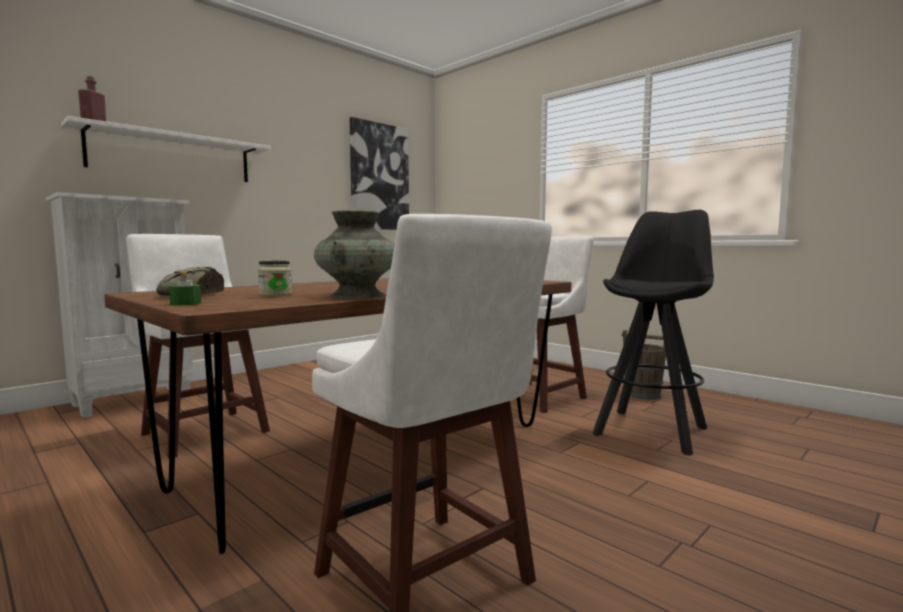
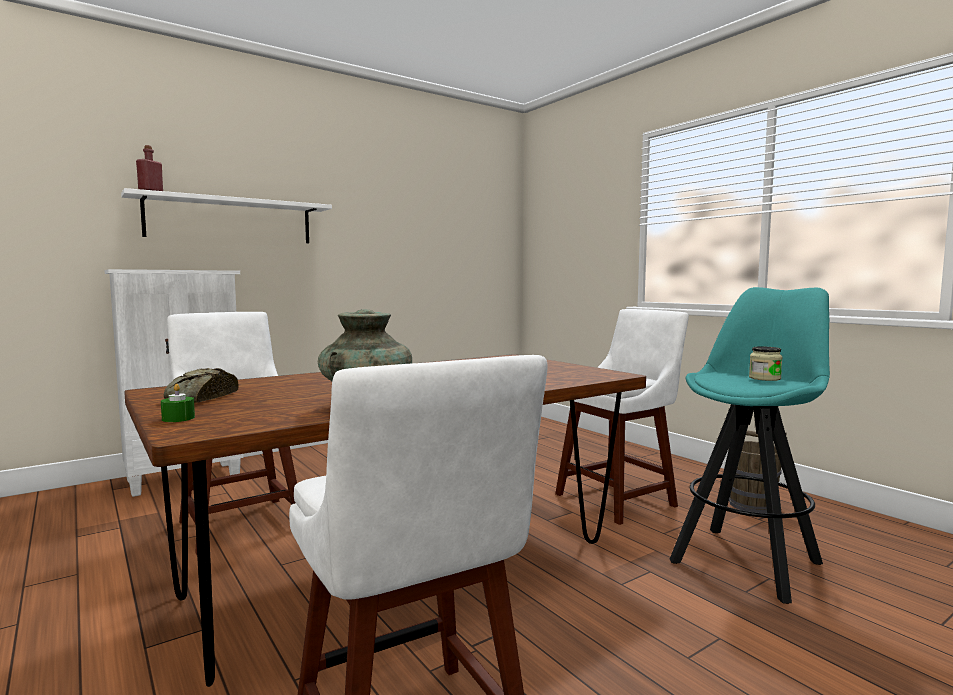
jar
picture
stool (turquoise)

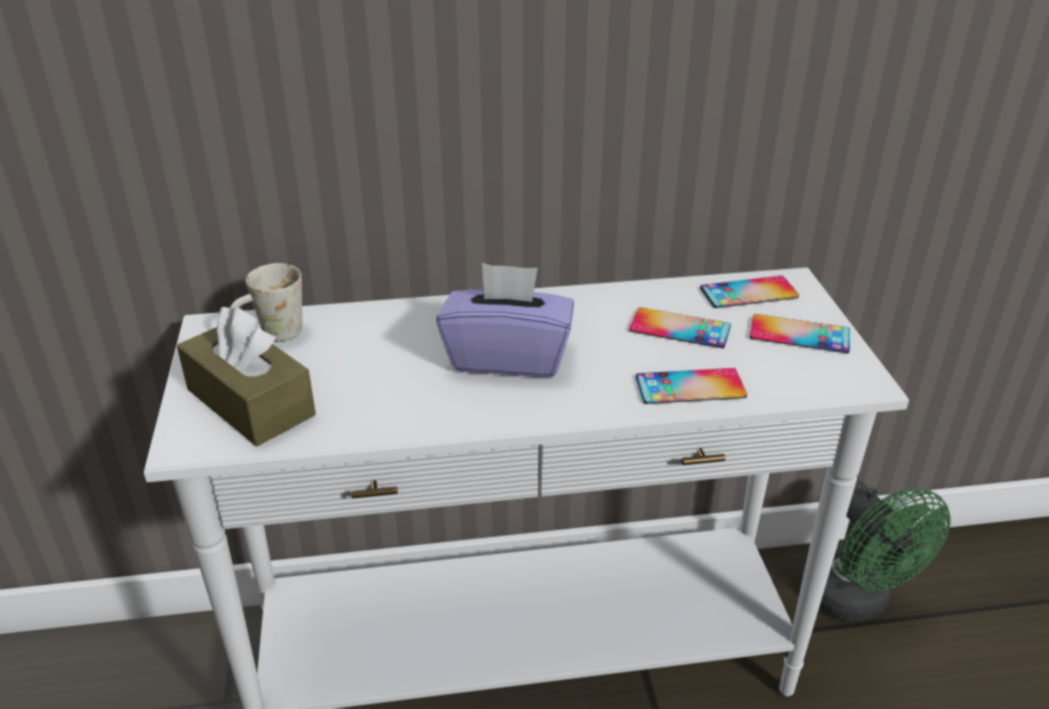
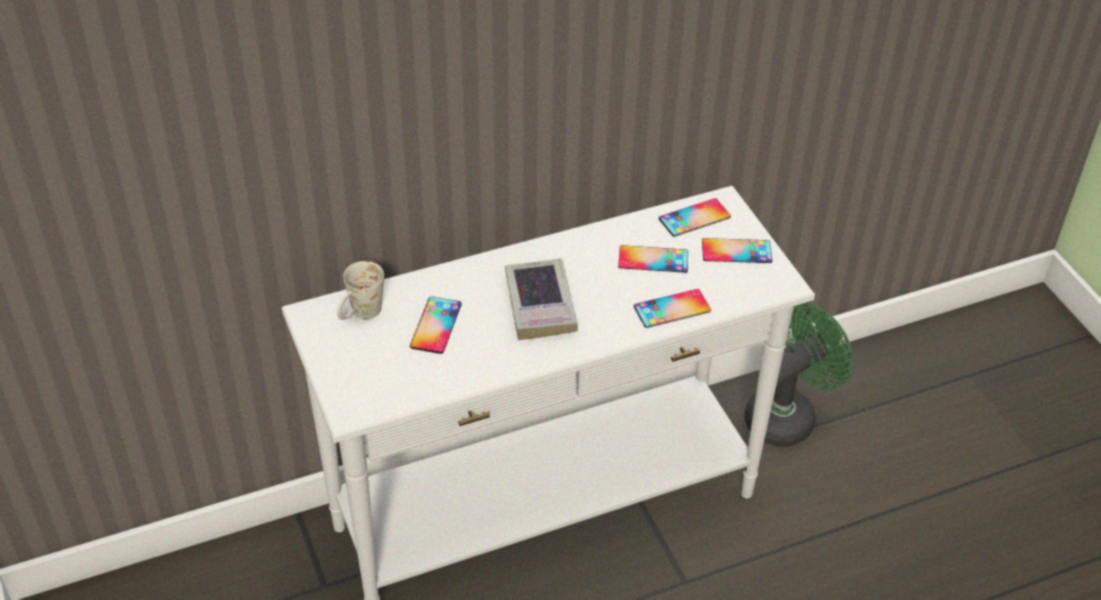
tissue box (brown)
book
fan (green)
phone (no. 1 from left)

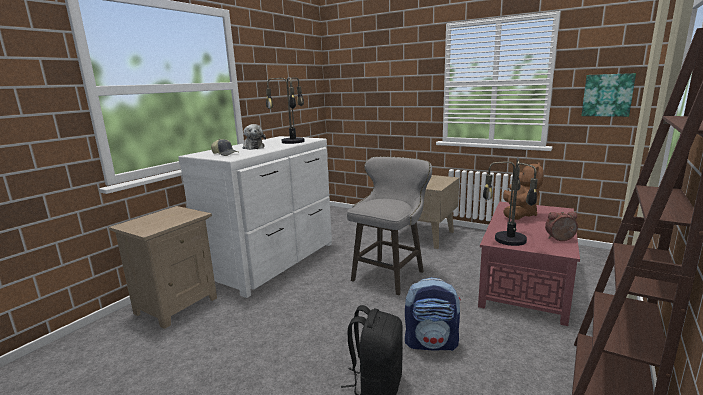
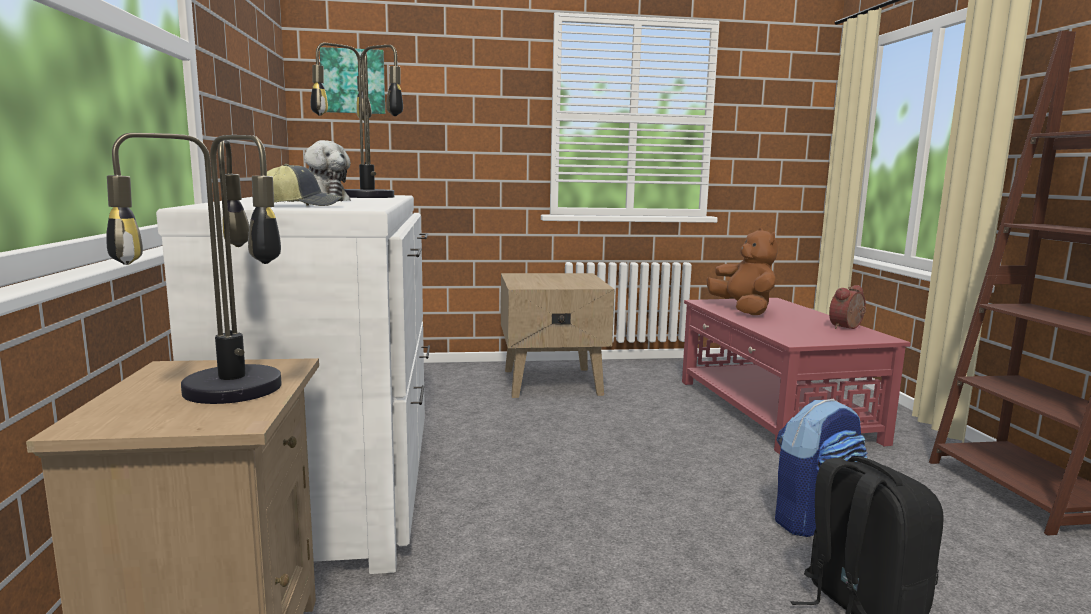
stool (grey)
table lamp (no. 1 from left)
picture

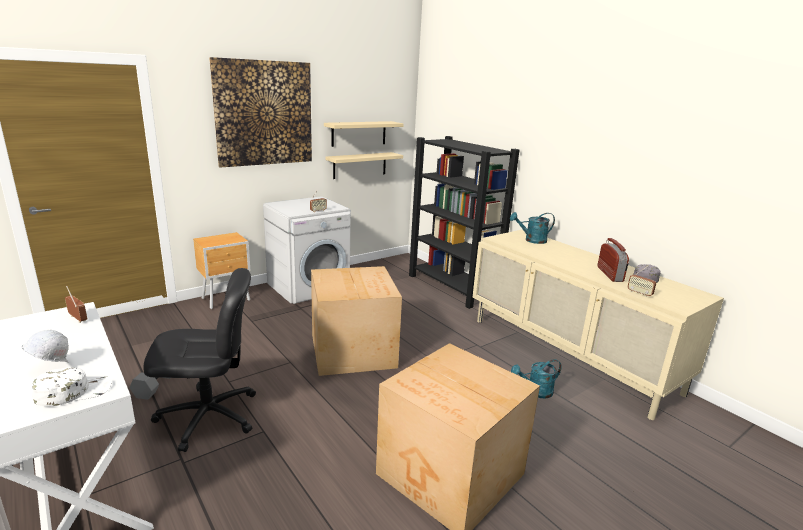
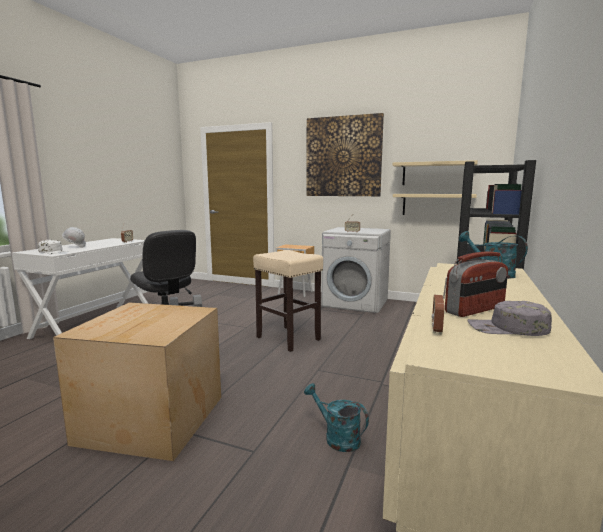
stool (beige)

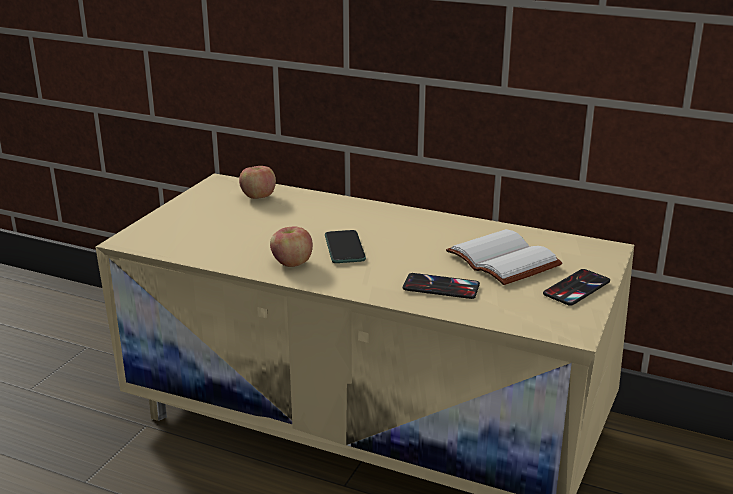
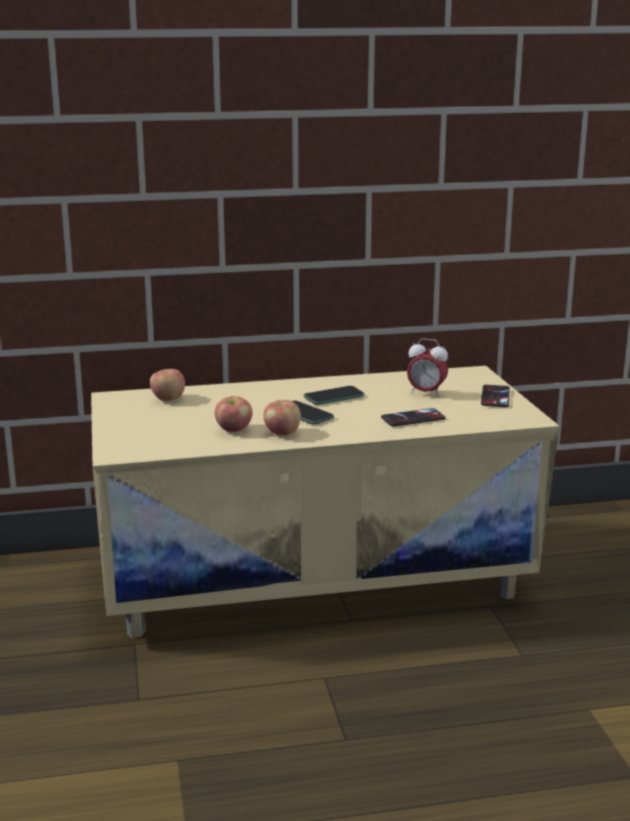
alarm clock
apple (no. 2 from left)
phone (no. 2 from left)

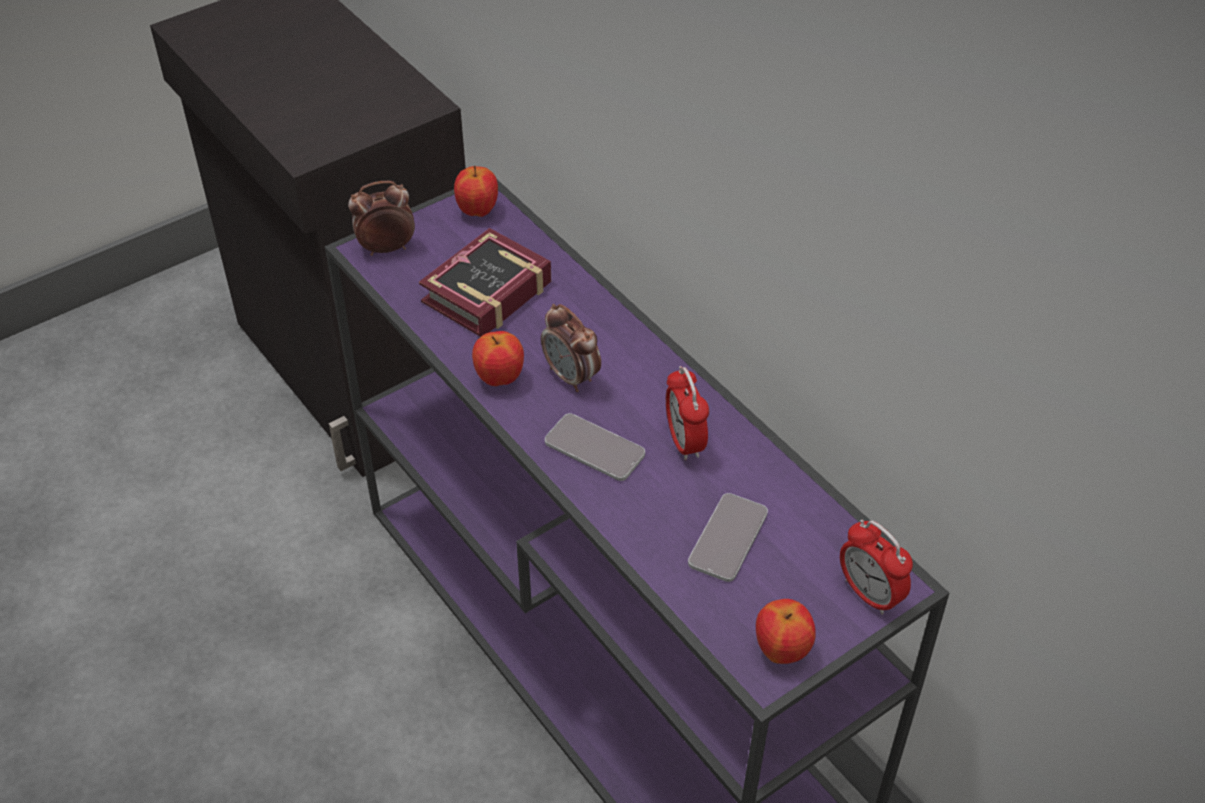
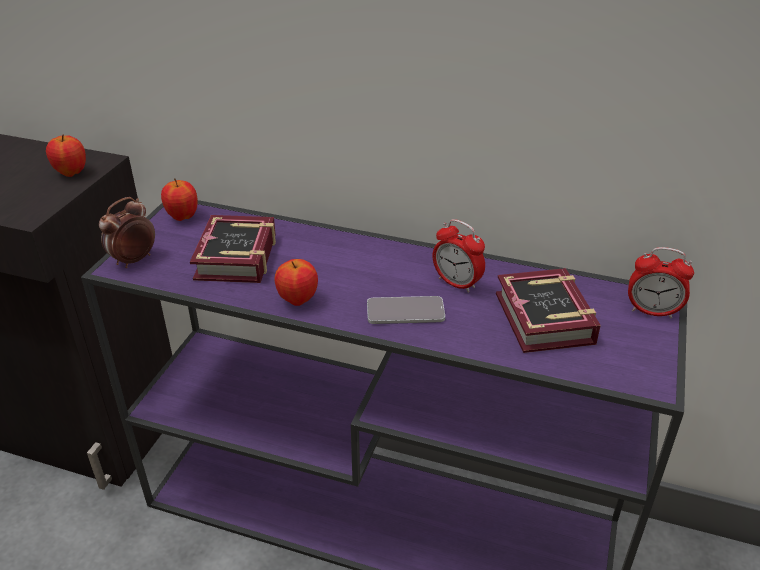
alarm clock (no. 2 from left in the first image)
book (no. 2 from left)
apple (no. 1 from left)

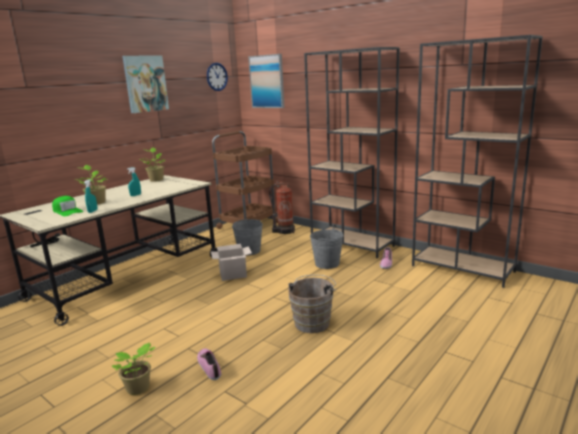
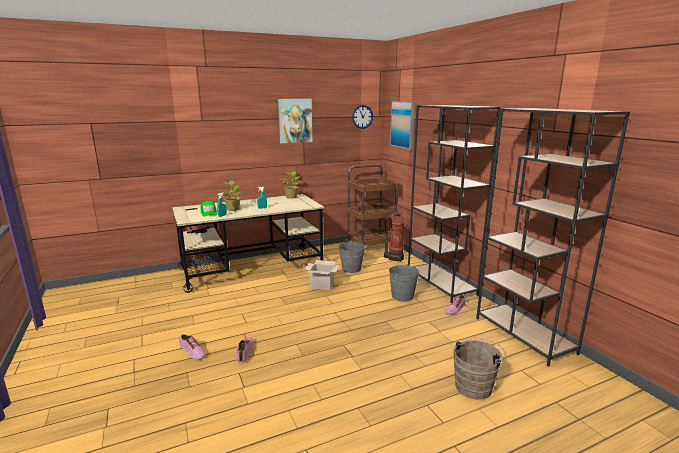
shoe (no. 1 from left)
bucket (brown)

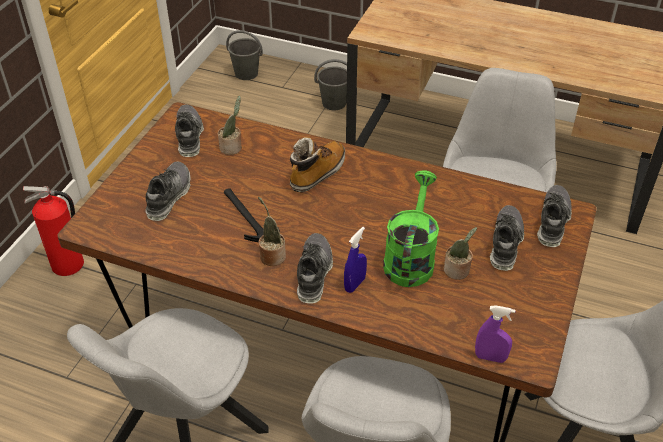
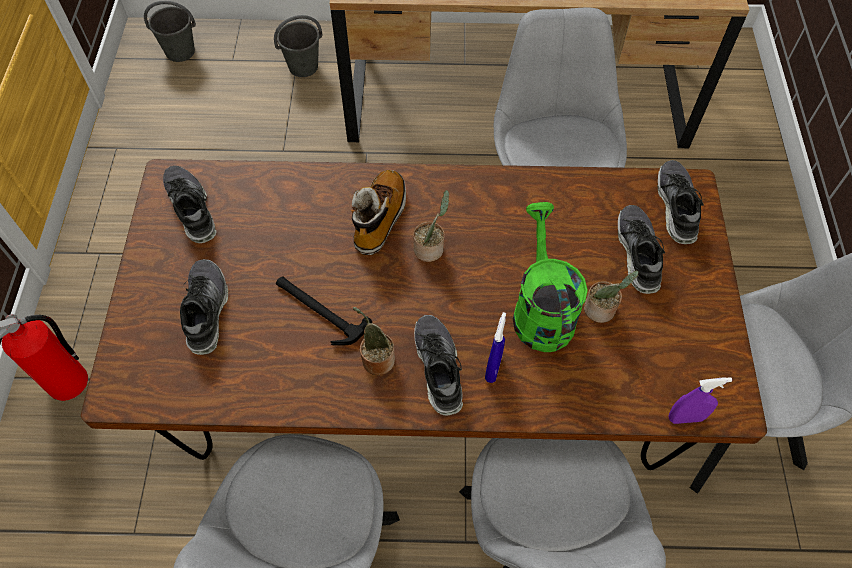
potted plant (no. 2 from left)

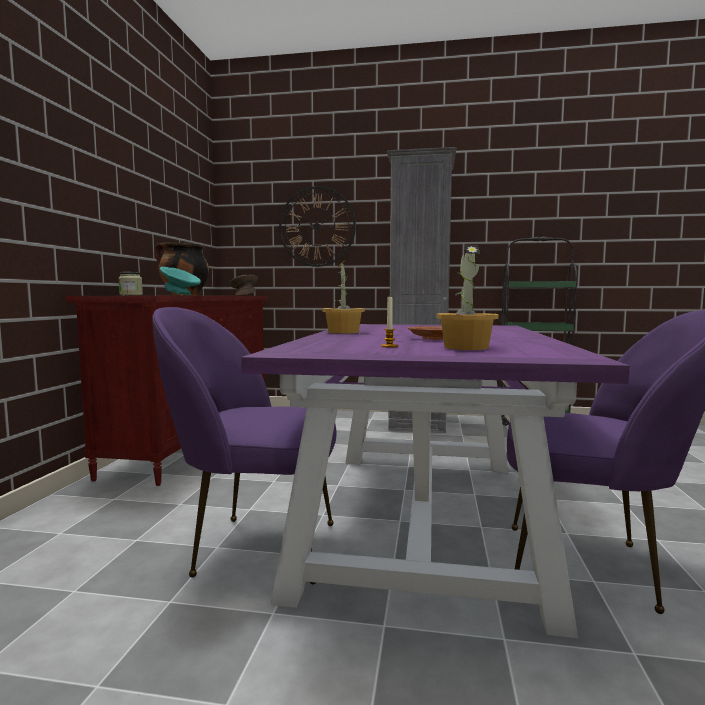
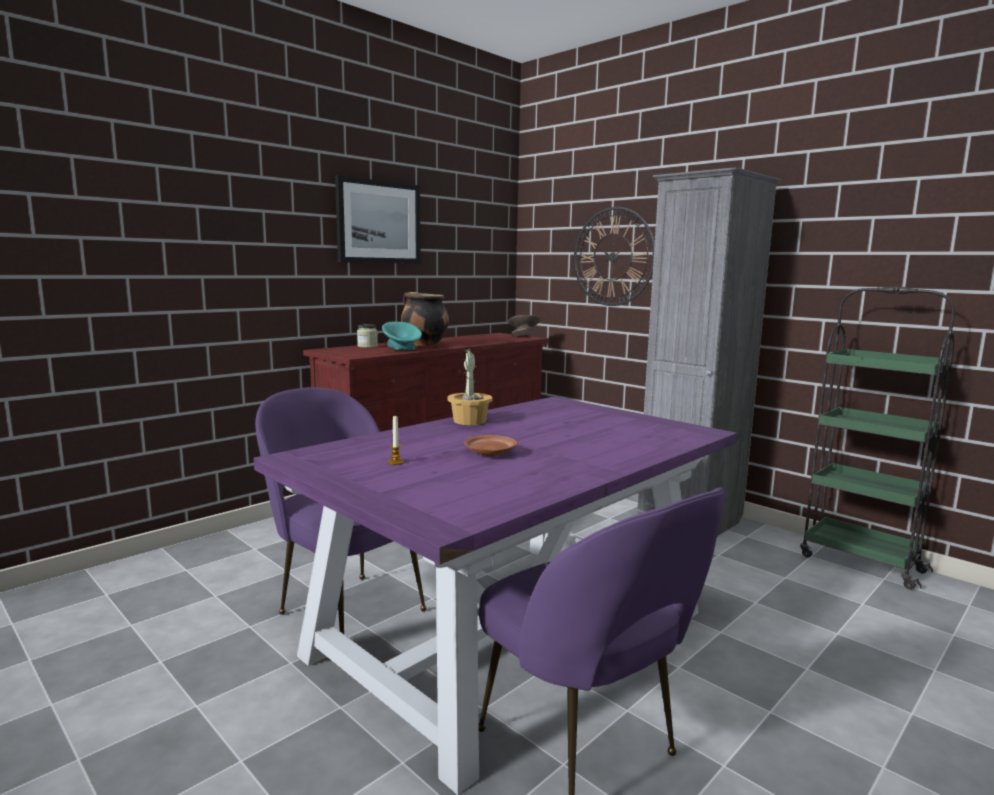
potted plant (no. 2 from left in the first image)
picture

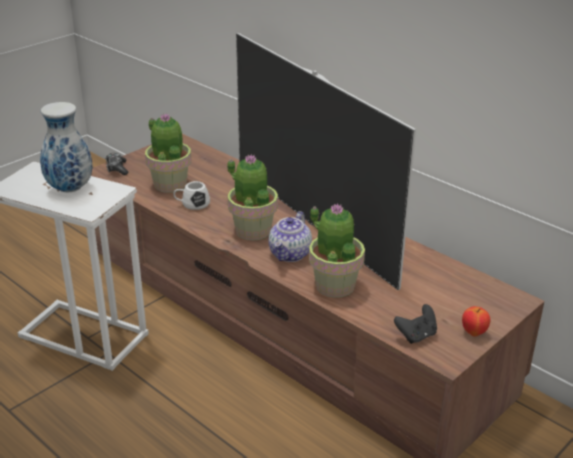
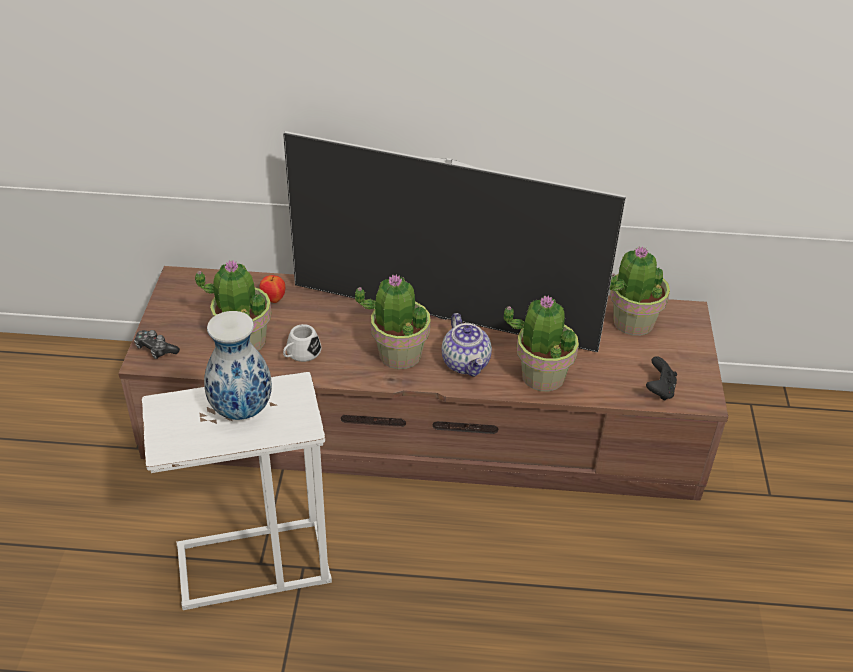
apple
potted plant (no. 4 from left)

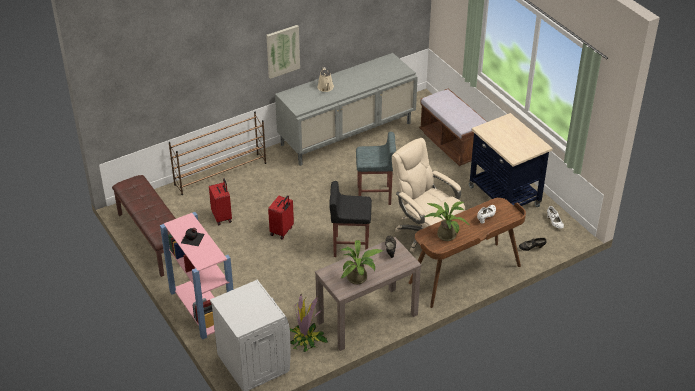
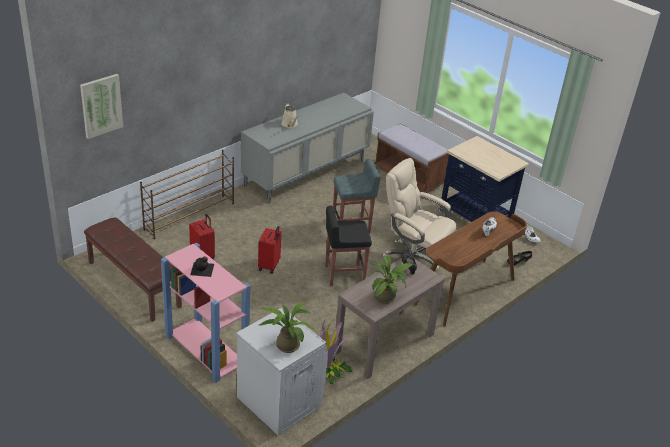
picture
potted plant (no. 1 from left)

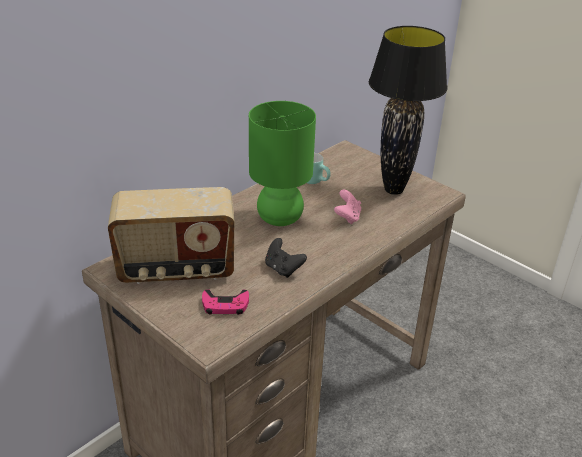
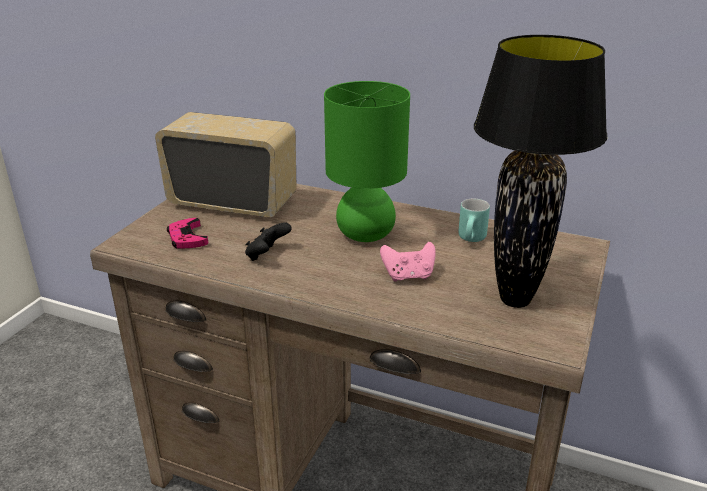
radio

